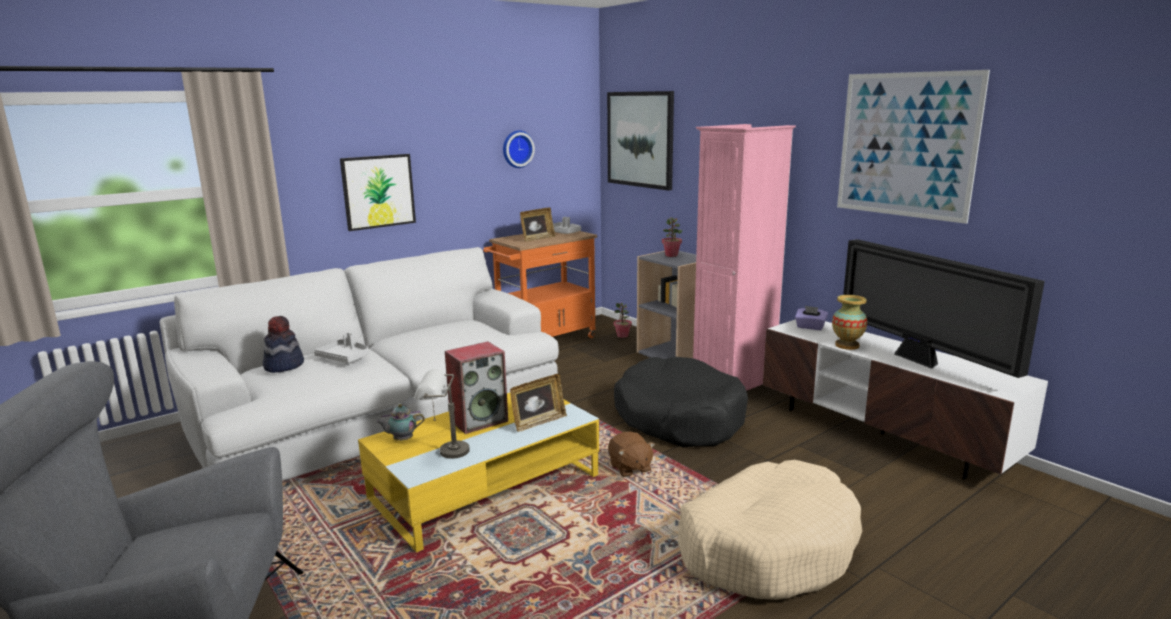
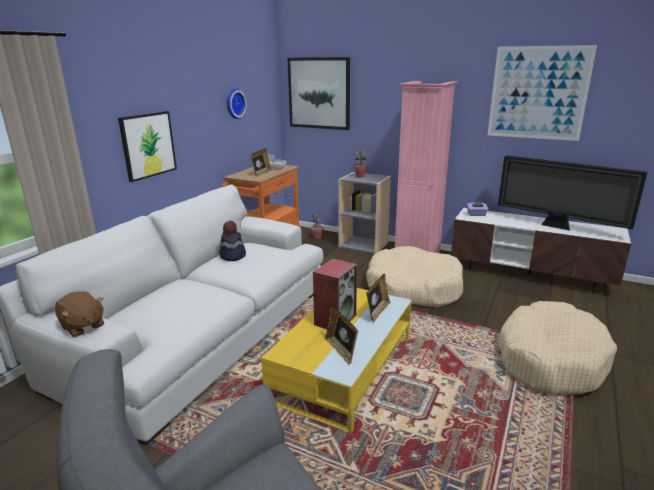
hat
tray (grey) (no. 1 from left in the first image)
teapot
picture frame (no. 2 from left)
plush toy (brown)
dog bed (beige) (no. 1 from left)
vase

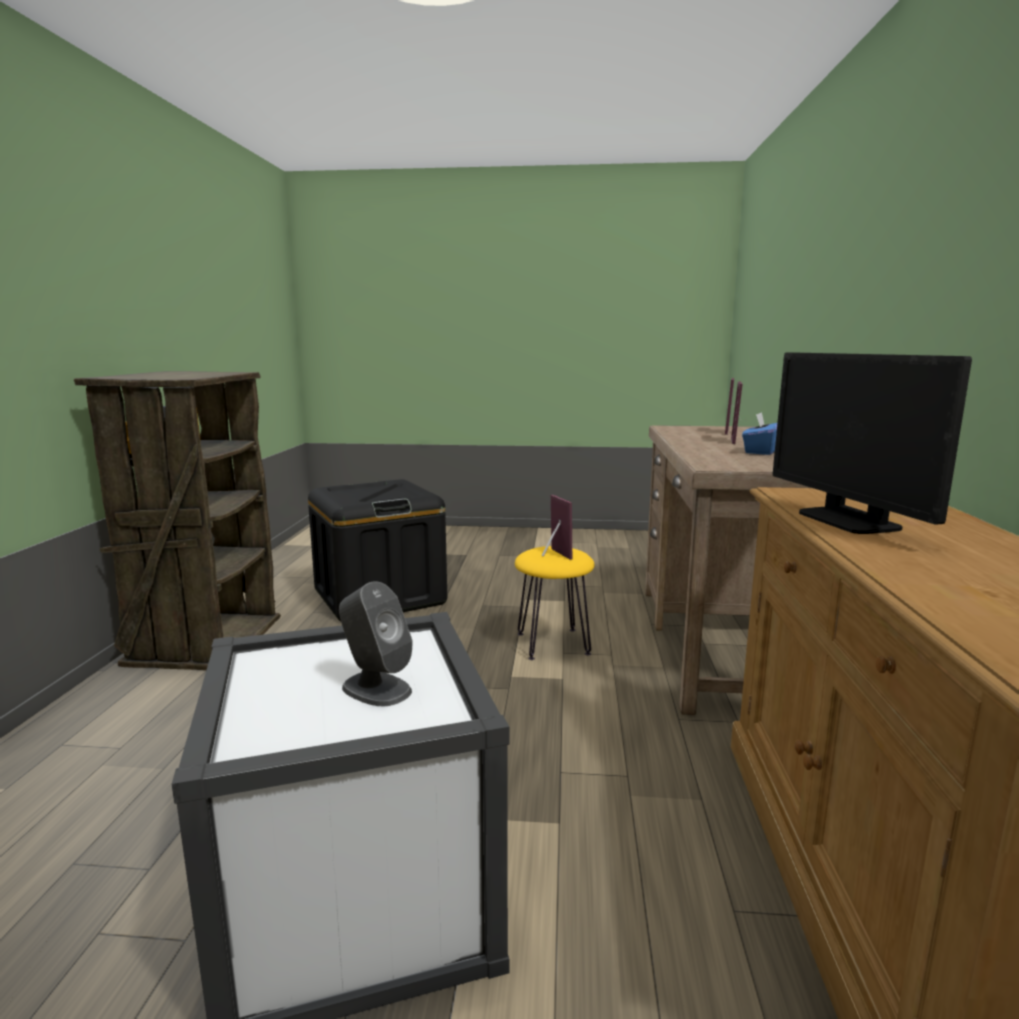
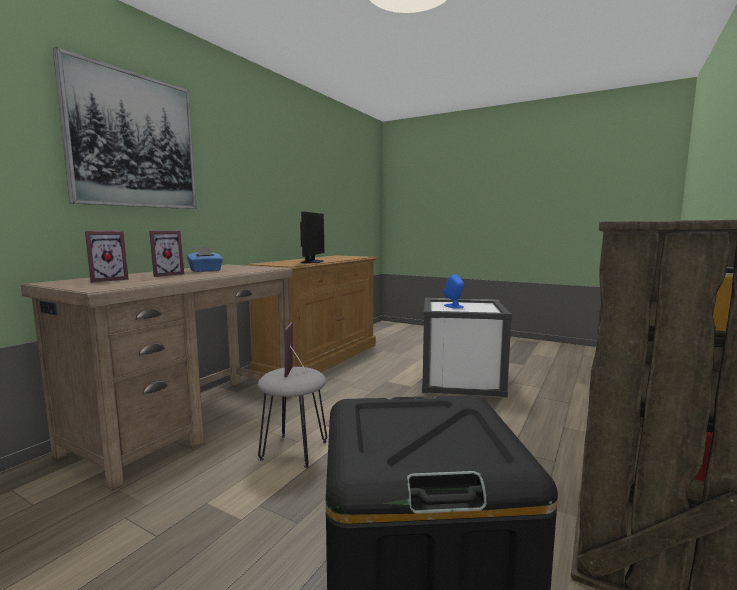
speaker (blue)
stool (grey)
picture

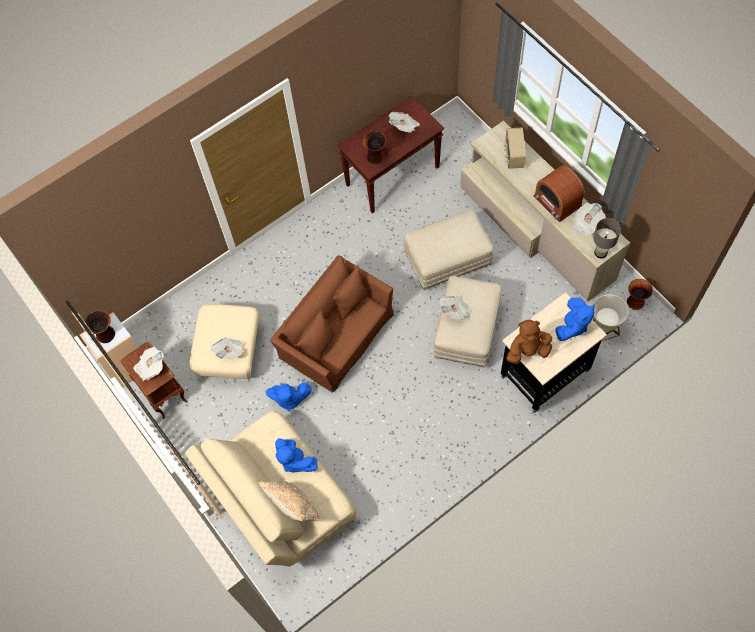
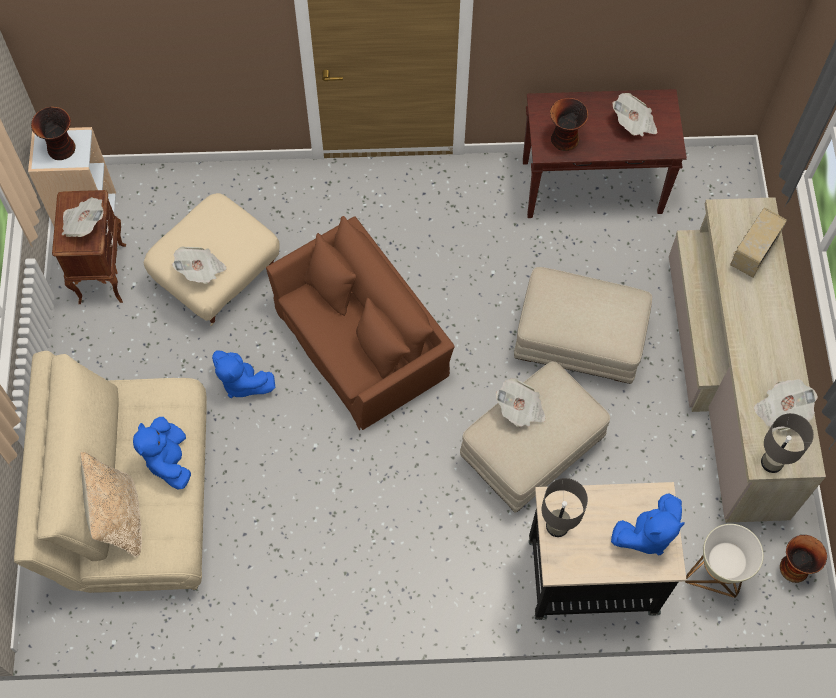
armchair (brown)
table lamp (grey) (no. 1 from left)
radio (no. 2 from left in the first image)

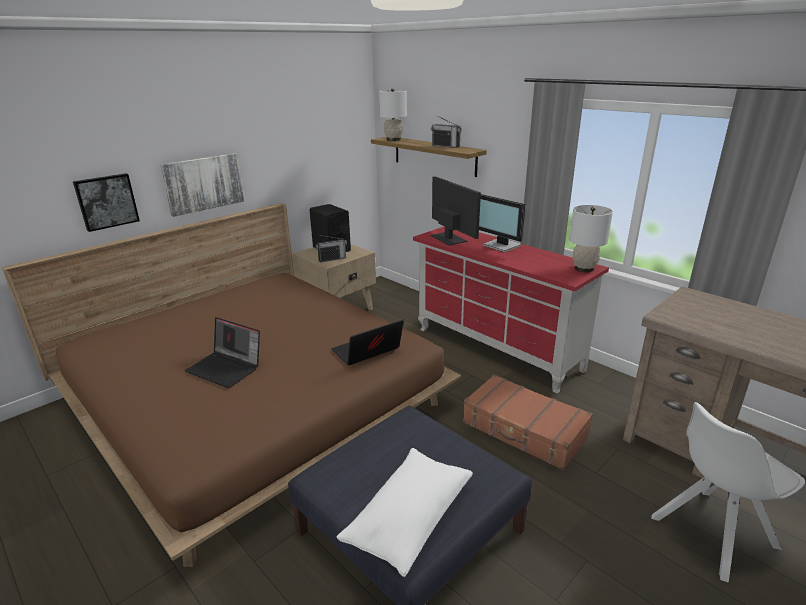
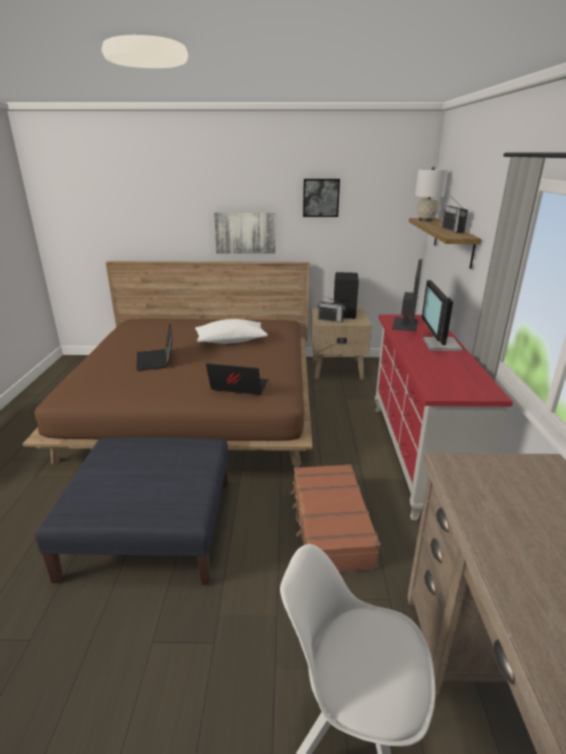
picture (no. 2 from left)
pillow (white)
table lamp (white) (no. 2 from left in the first image)

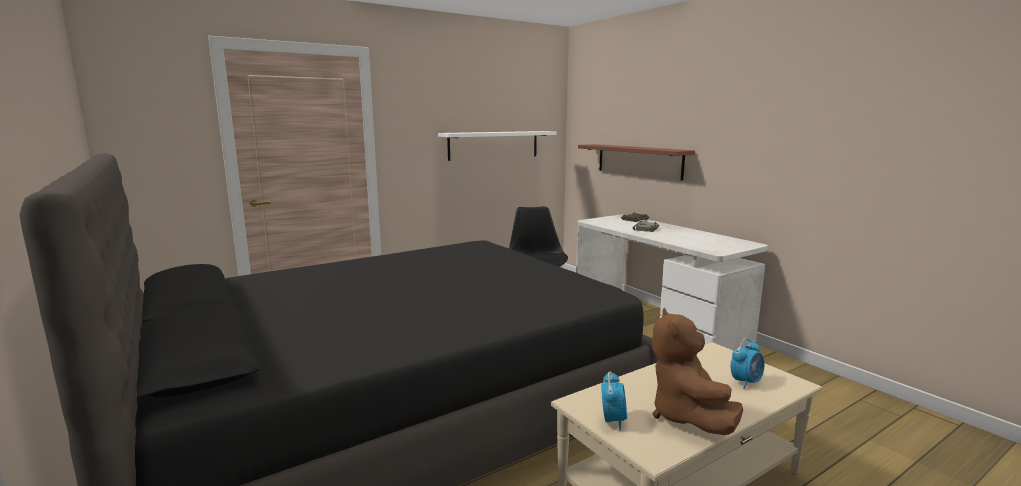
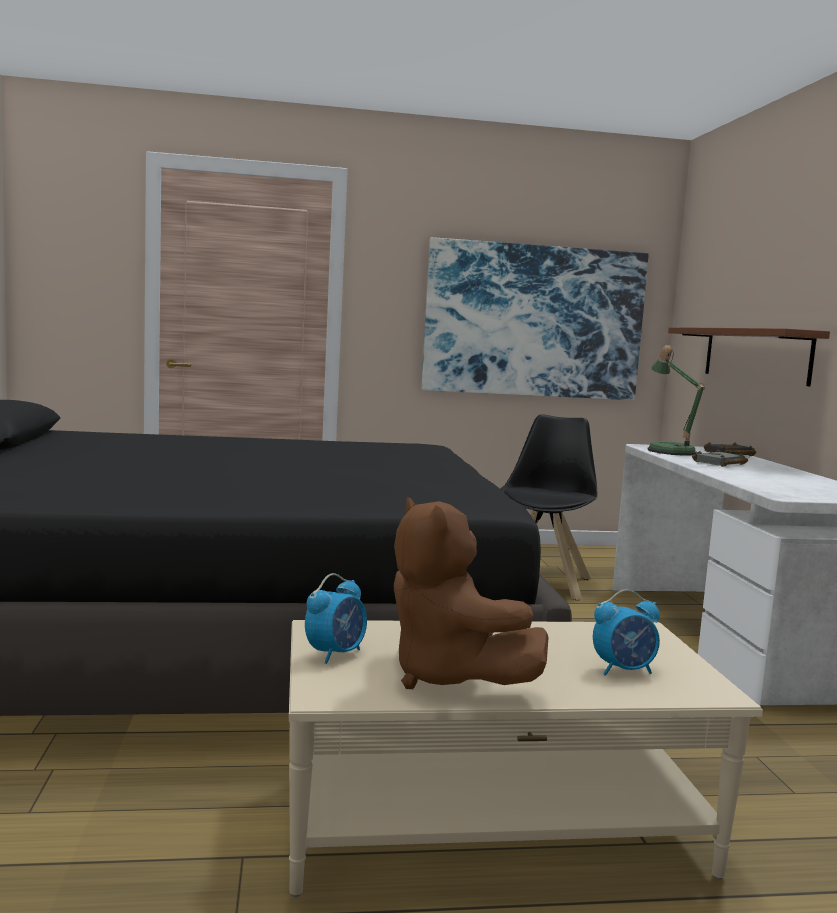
picture
plush toy (brown)
table lamp

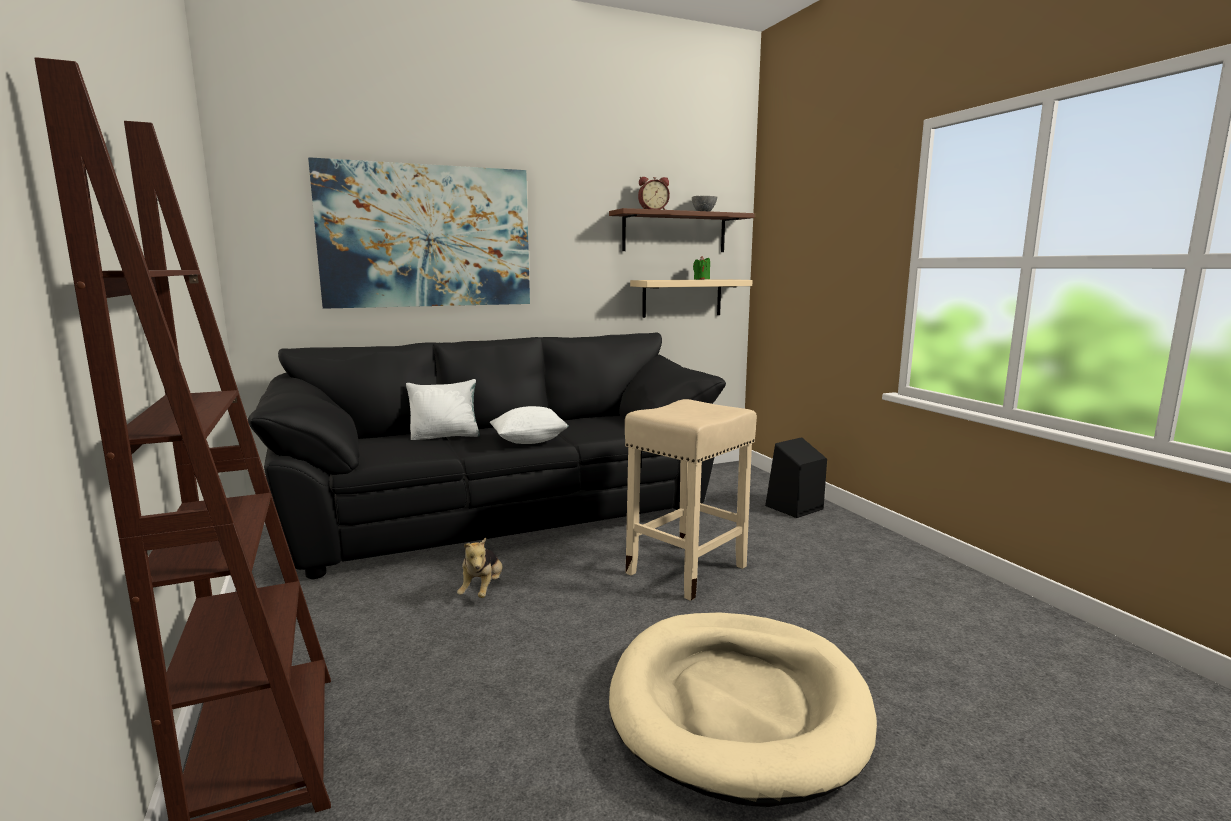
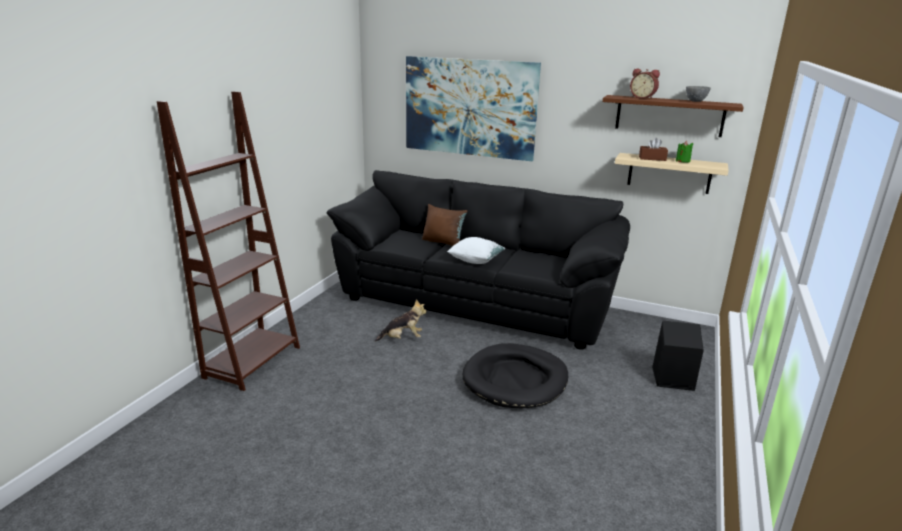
pillow (brown)
plush toy
dog bed (beige)
dog bed (black)
tissue box (brown)

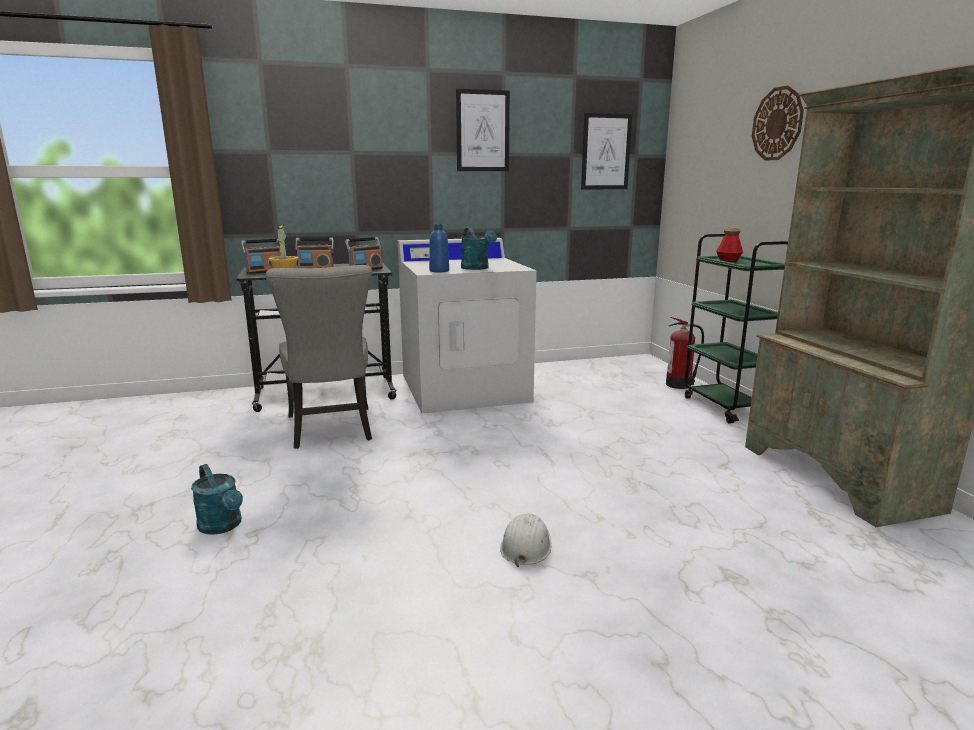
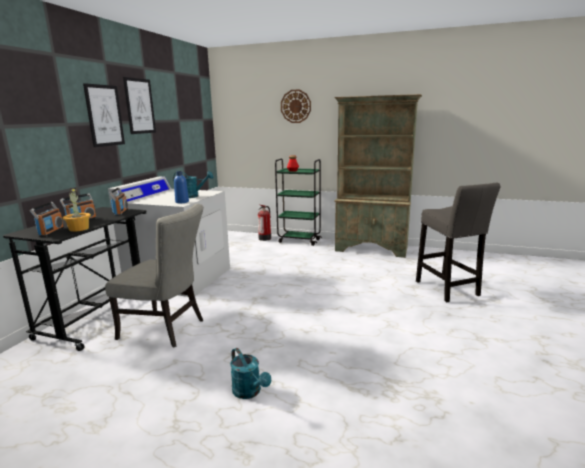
watering can (turquoise) (no. 2 from left)
hard hat (white)
picture (no. 1 from left)
stool (grey)

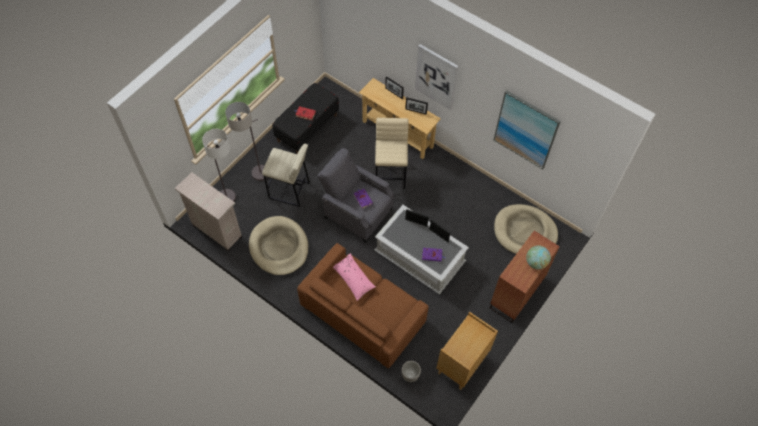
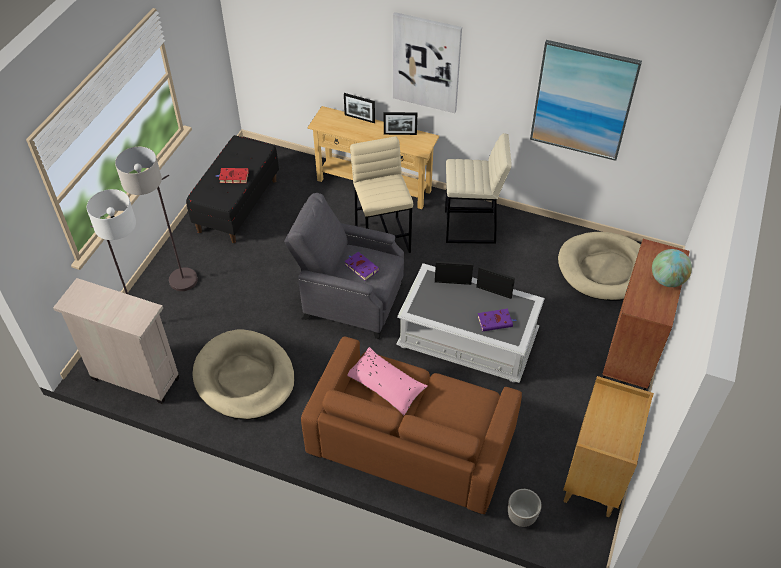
stool (beige) (no. 2 from left)

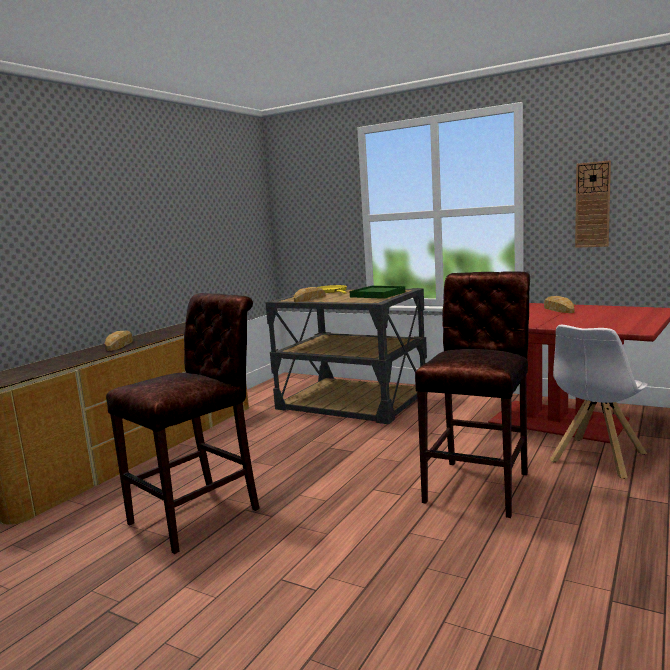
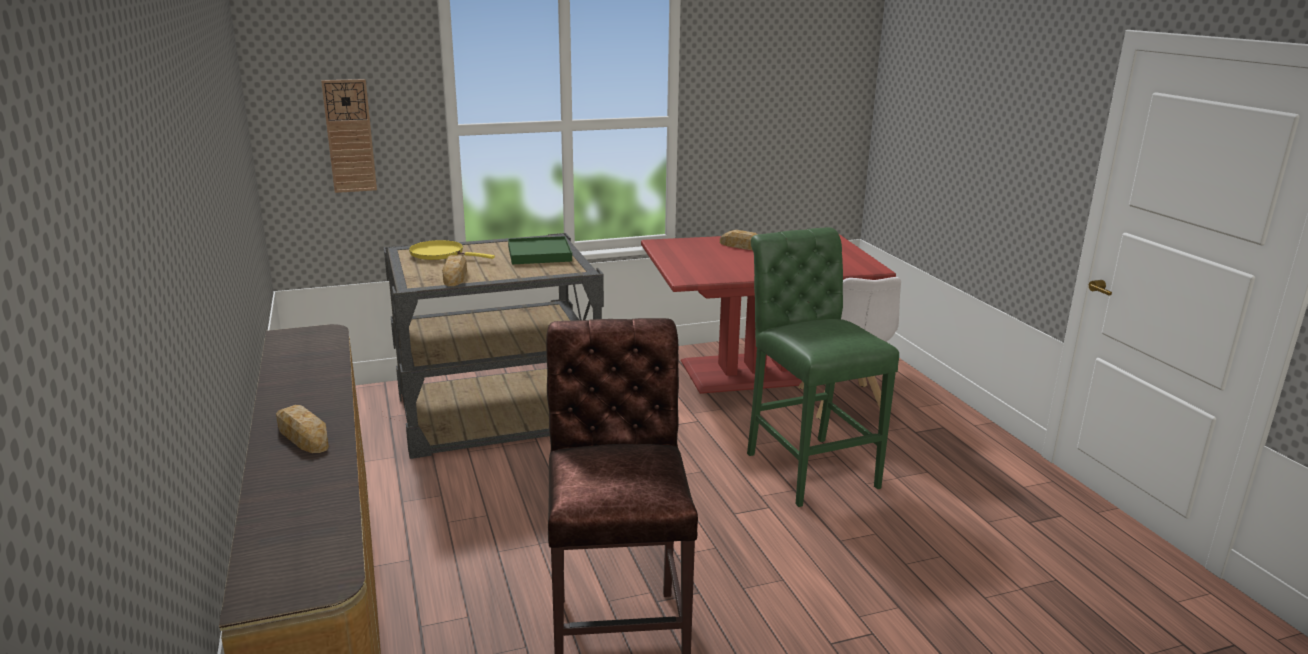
stool (green)
wall clock

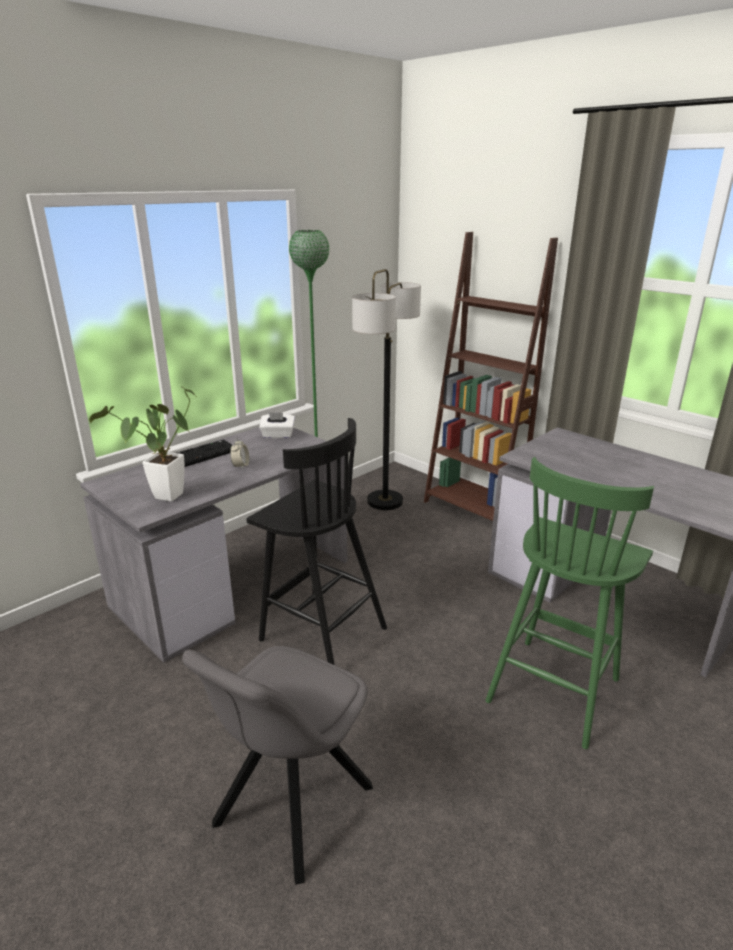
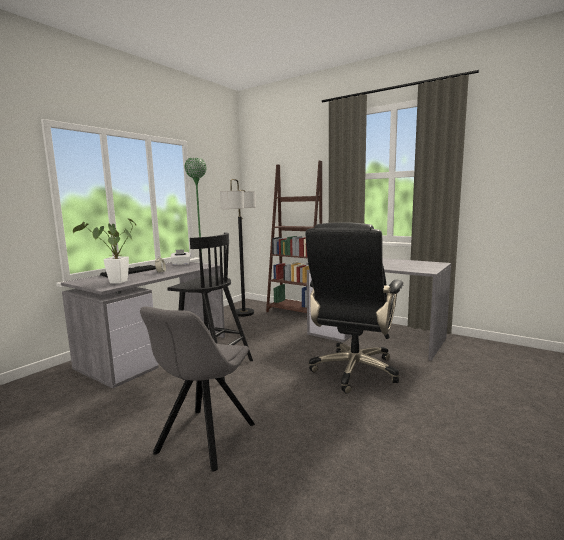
office chair (black)

